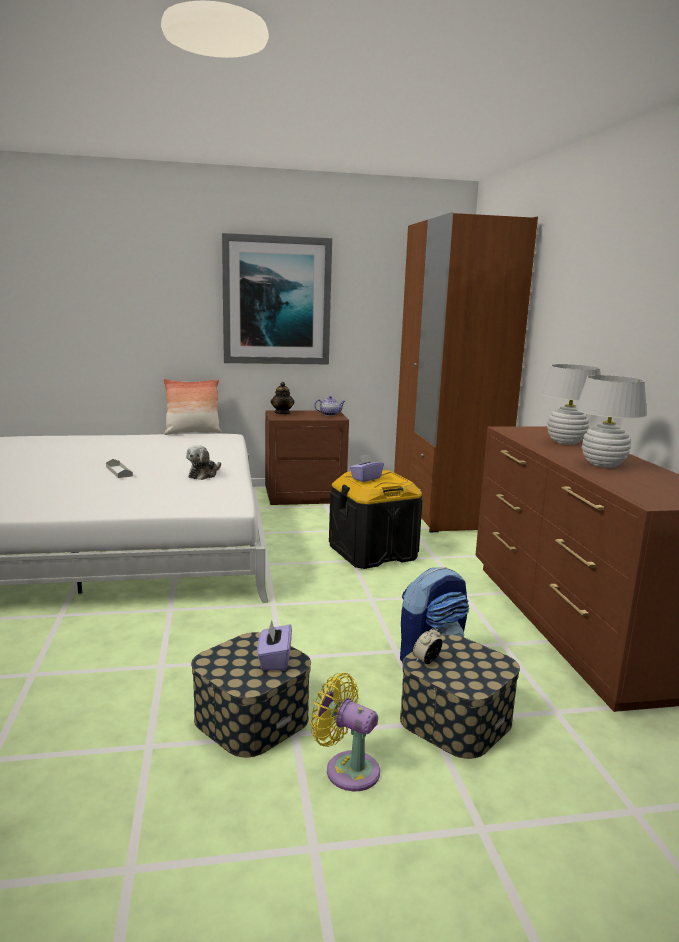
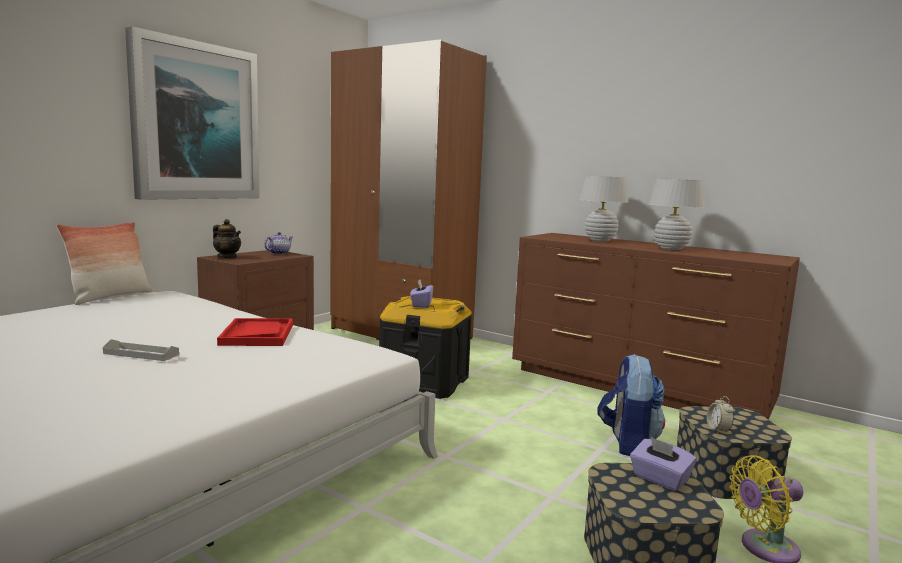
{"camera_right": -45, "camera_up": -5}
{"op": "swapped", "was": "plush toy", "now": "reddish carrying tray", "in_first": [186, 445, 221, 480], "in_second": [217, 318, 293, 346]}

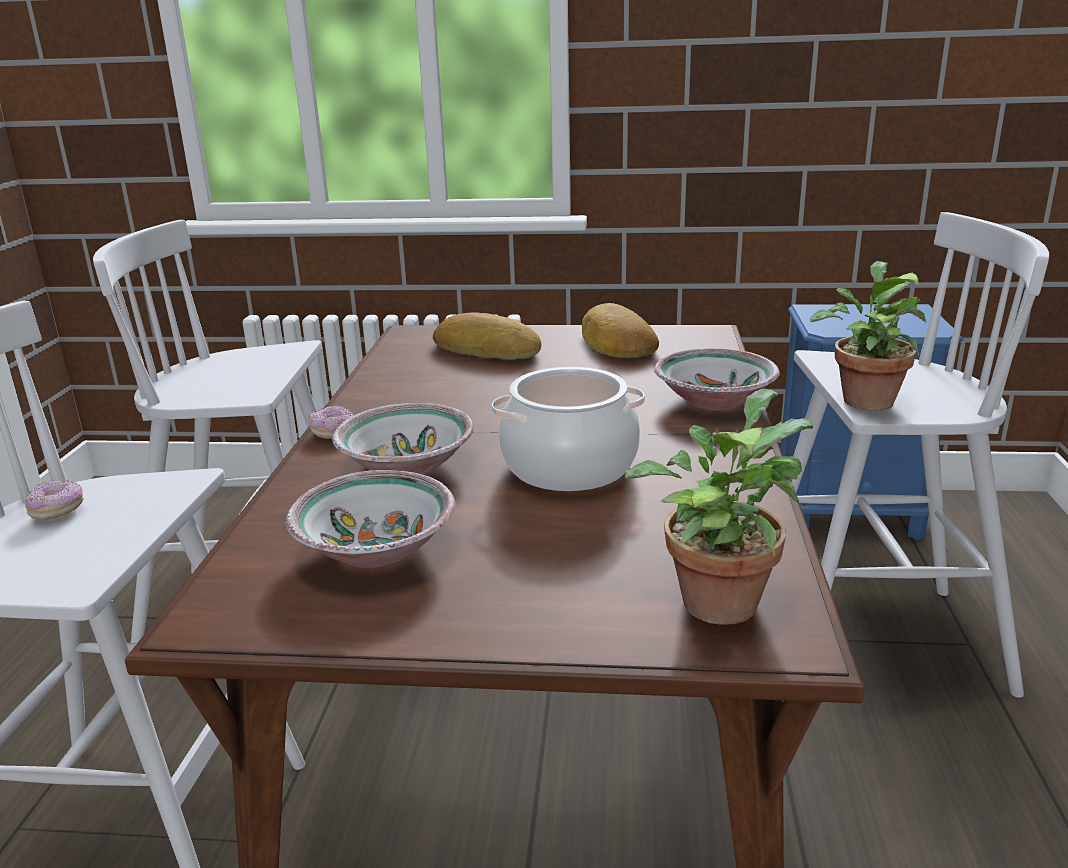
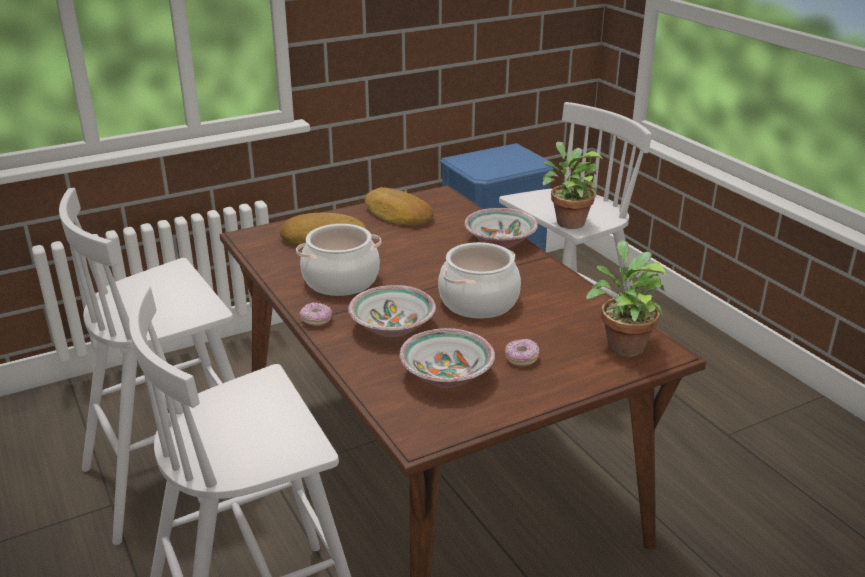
{"camera_right": -35, "camera_up": 5}
{"op": "new", "now": "stockpot", "in_second": [296, 224, 381, 296]}
{"op": "shifted", "was": "donut", "in_first": [25, 480, 84, 520], "in_second": [505, 339, 539, 366]}

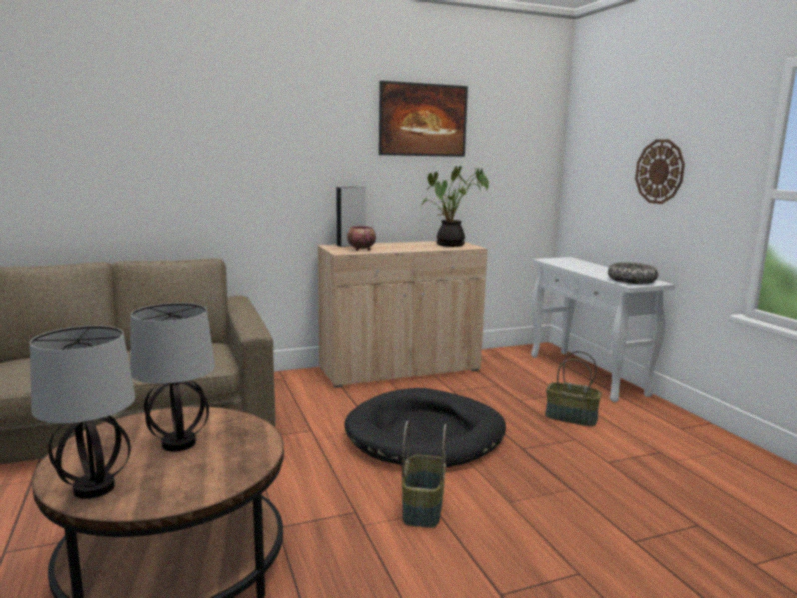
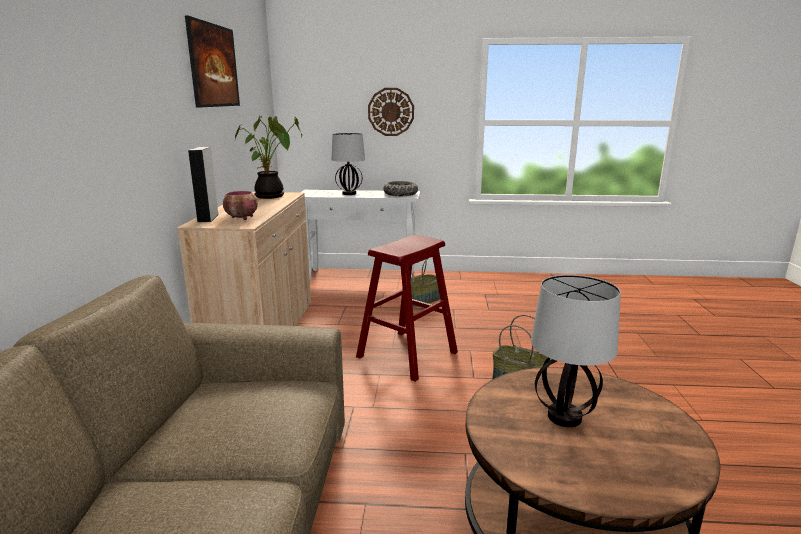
{"camera_right": -65, "camera_up": 5}
{"op": "shifted", "was": "tabletop lamp", "in_first": [30, 326, 135, 499], "in_second": [332, 133, 365, 195]}
{"op": "swapped", "was": "black-coloured pet bed", "now": "reddish stool", "in_first": [344, 388, 506, 467], "in_second": [356, 235, 458, 382]}

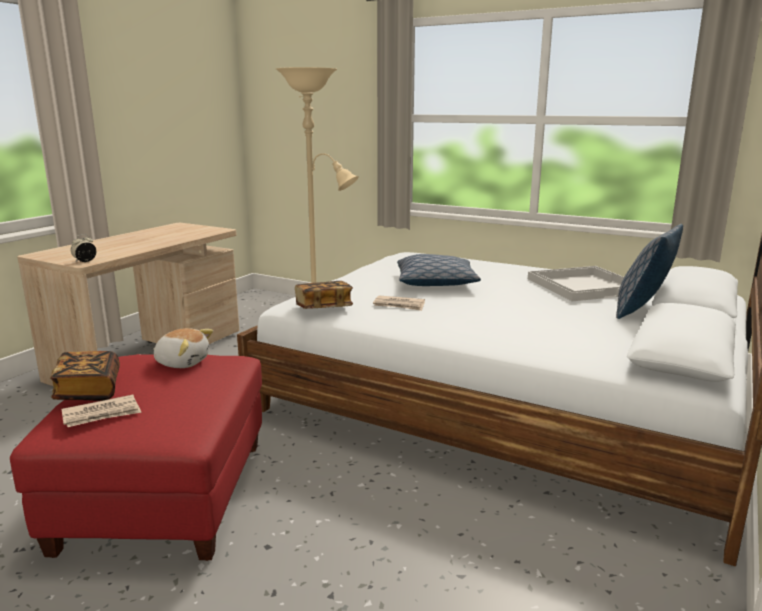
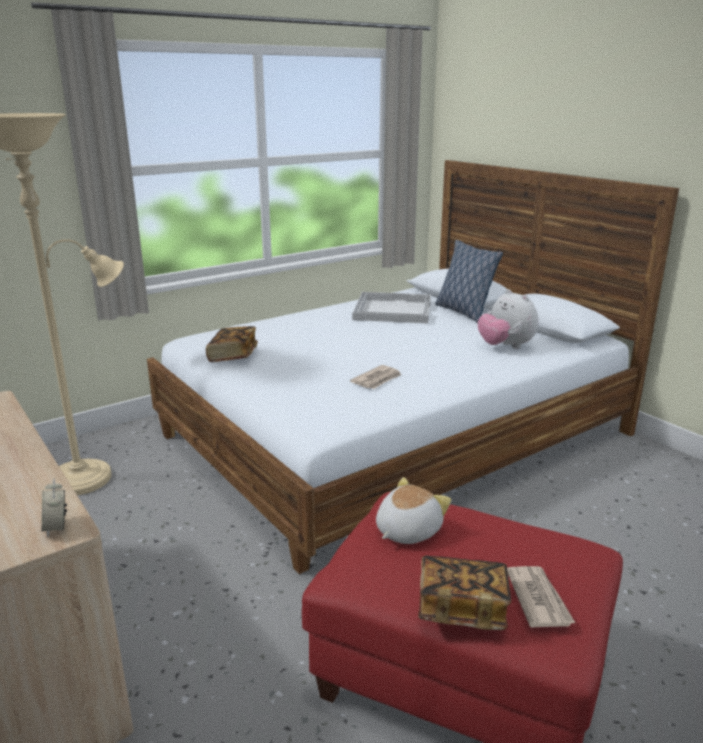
{"camera_right": -65, "camera_up": 5}
{"op": "gone", "was": "cushion", "in_first": [397, 254, 481, 286]}
{"op": "new", "now": "plush toy", "in_second": [478, 289, 538, 349]}
{"op": "shifted", "was": "book", "in_first": [295, 281, 353, 309], "in_second": [206, 326, 258, 362]}

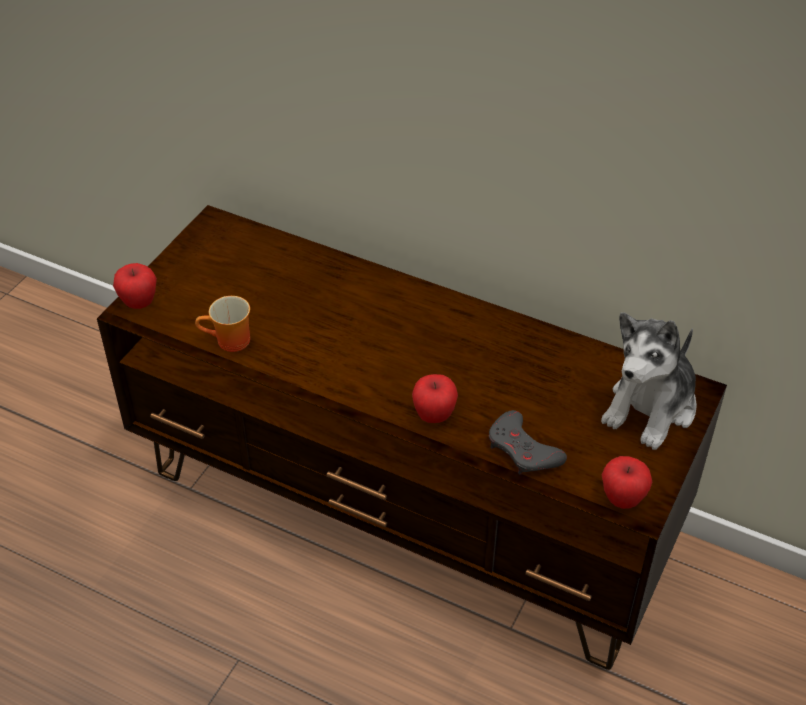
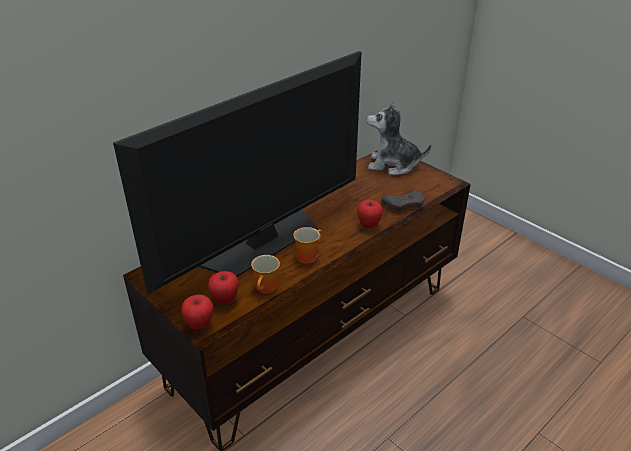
{"camera_right": -70, "camera_up": -10}
{"op": "new", "now": "television", "in_second": [113, 51, 361, 294]}
{"op": "new", "now": "tea mug", "in_second": [293, 227, 323, 263]}
{"op": "shifted", "was": "whole apple", "in_first": [602, 456, 652, 509], "in_second": [208, 271, 239, 304]}
{"op": "rotated", "was": "plush toy", "in_first": [601, 312, 697, 450], "in_second": [367, 102, 431, 175], "clockwise": 135}

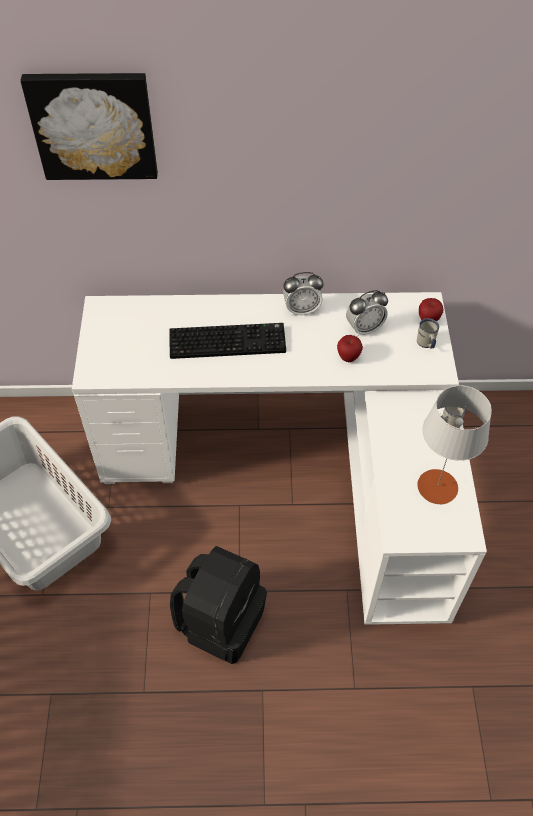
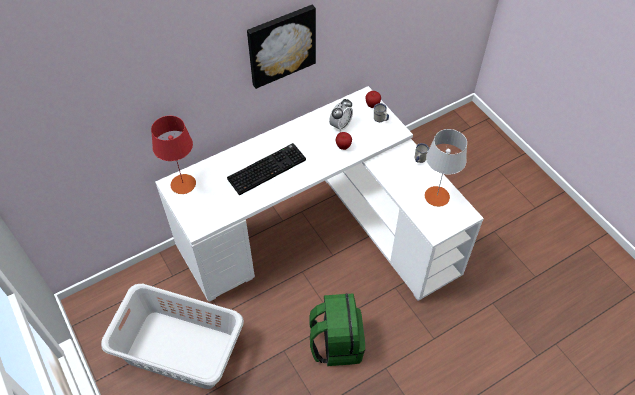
{"camera_right": -30, "camera_up": 0}
{"op": "gone", "was": "alarm clock", "in_first": [283, 272, 323, 316]}
{"op": "new", "now": "reddish tabletop lamp", "in_second": [151, 116, 196, 194]}
{"op": "shifted", "was": "picture", "in_first": [21, 73, 158, 180], "in_second": [247, 5, 316, 89]}
{"op": "repainted", "was": "black-coloured rucksack", "now": "green-coloured rucksack", "in_first": [170, 546, 267, 664], "in_second": [309, 293, 365, 366]}

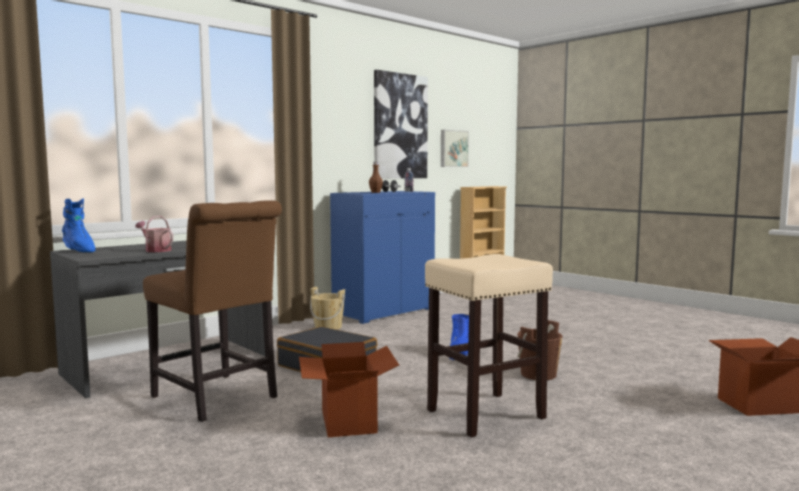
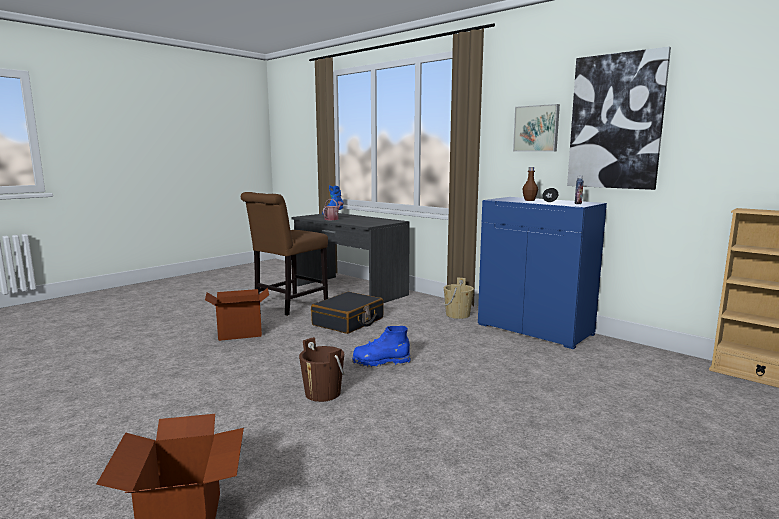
{"camera_right": 85, "camera_up": 5}
{"op": "gone", "was": "beige stool", "in_first": [425, 254, 553, 437]}
{"op": "shifted", "was": "picture", "in_first": [441, 130, 469, 167], "in_second": [513, 104, 560, 152]}

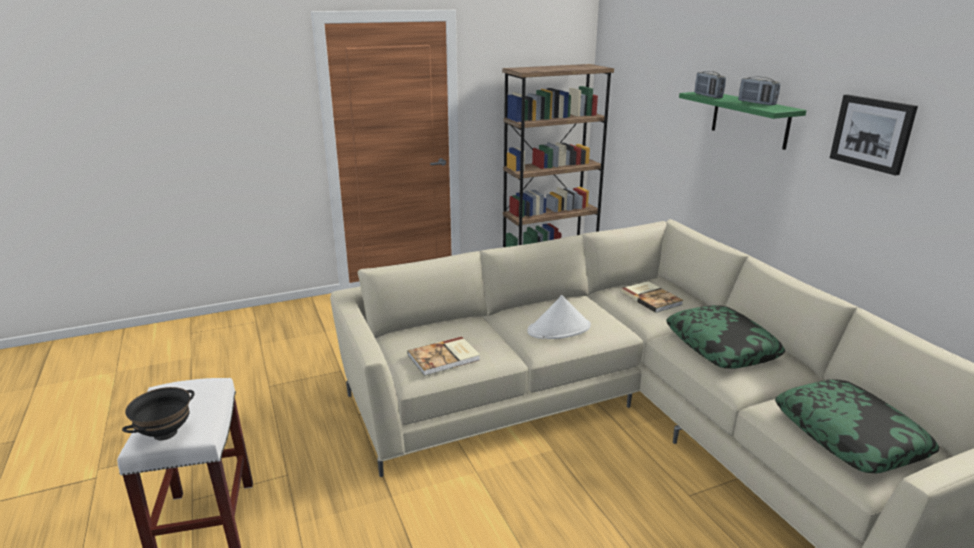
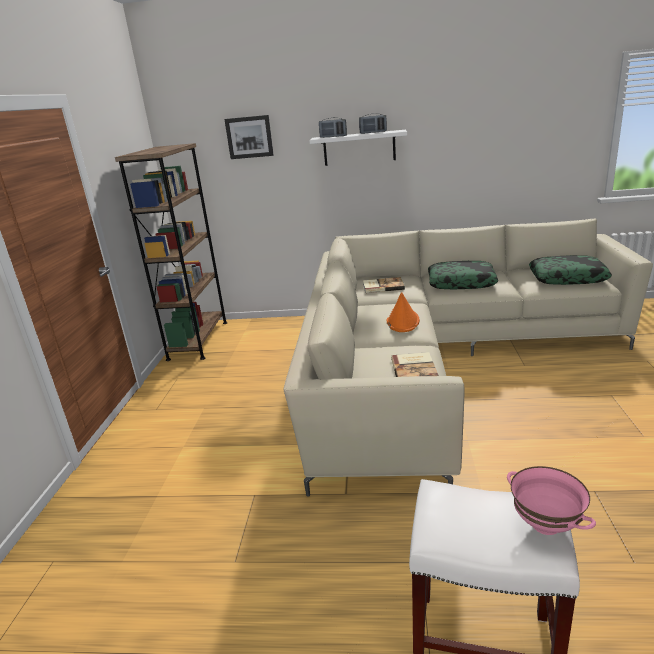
{"camera_right": -60, "camera_up": 0}
{"op": "shifted", "was": "picture", "in_first": [830, 94, 918, 176], "in_second": [224, 115, 274, 159]}
{"op": "repainted", "was": "black-coloured serving bowl", "now": "pink-coloured serving bowl", "in_first": [122, 387, 195, 440], "in_second": [507, 466, 596, 535]}
{"op": "repainted", "was": "white-coloured wearable hat", "now": "orange wearable hat", "in_first": [527, 295, 591, 339], "in_second": [387, 292, 420, 332]}
{"op": "repainted", "was": "green-coloured wall shelf", "now": "white-coloured wall shelf", "in_first": [679, 92, 807, 150], "in_second": [309, 130, 407, 166]}

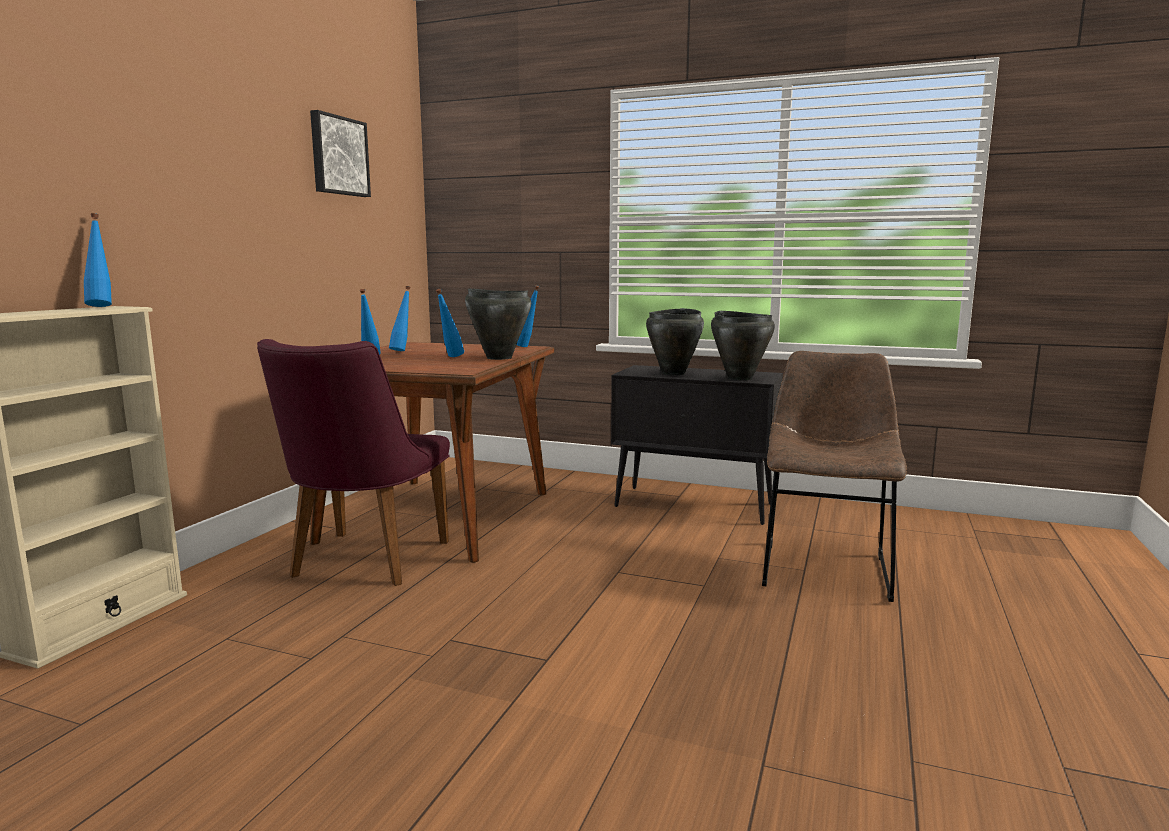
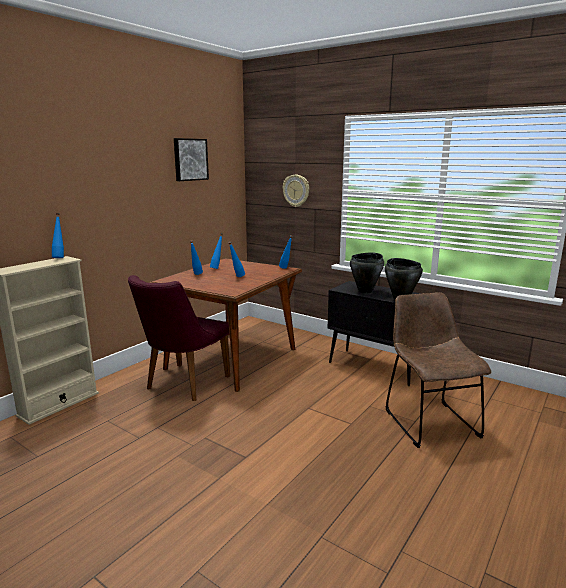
{"camera_right": 15, "camera_up": 5}
{"op": "gone", "was": "black-coloured stockpot", "in_first": [465, 288, 531, 360]}
{"op": "new", "now": "clock on the wall", "in_second": [283, 175, 309, 207]}
{"op": "rotated", "was": "brownish chair", "in_first": [762, 351, 907, 602], "in_second": [386, 292, 491, 448], "clockwise": -45}

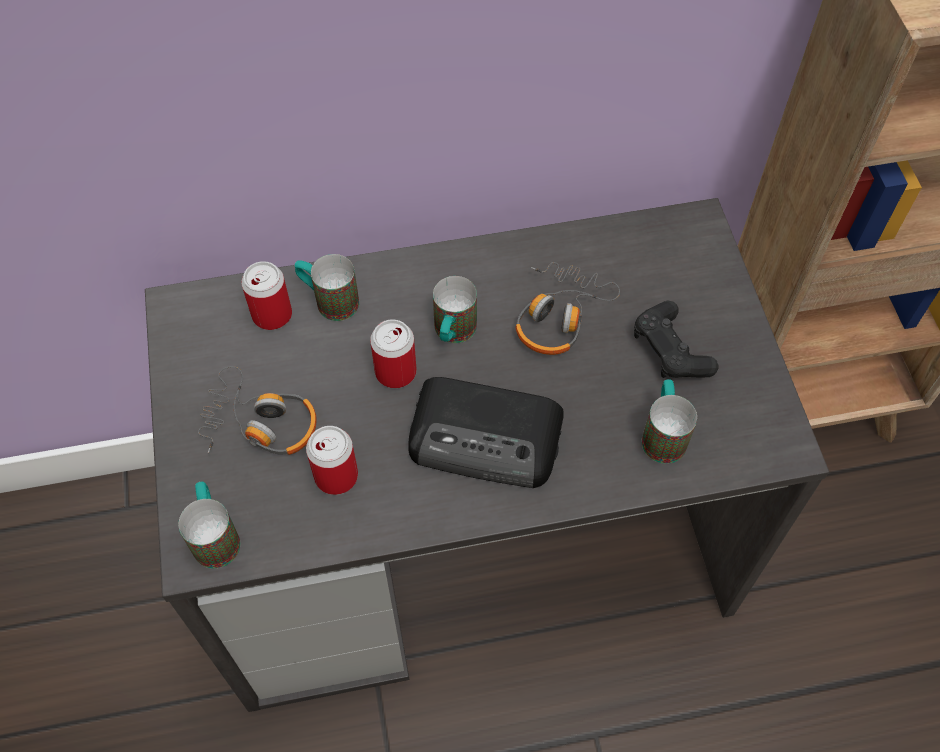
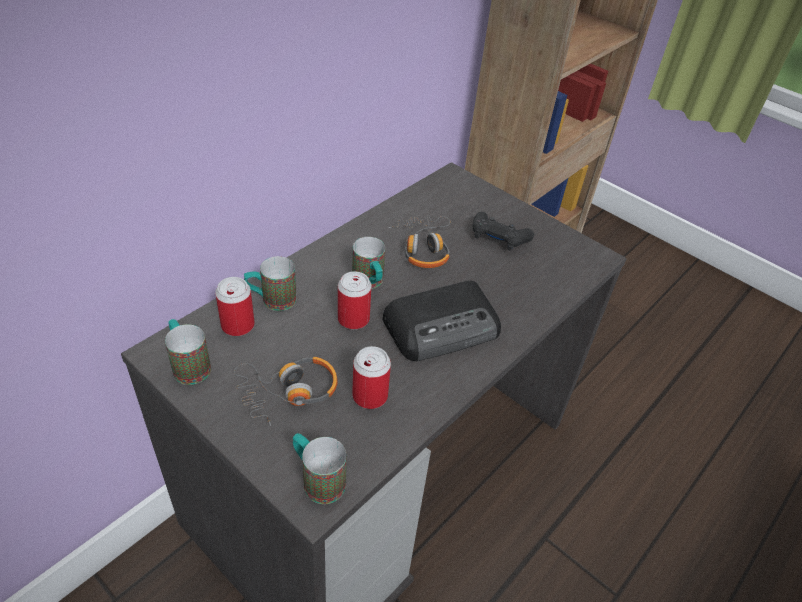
{"camera_right": -40, "camera_up": -15}
{"op": "shifted", "was": "tea mug", "in_first": [642, 379, 697, 464], "in_second": [165, 319, 211, 385]}

